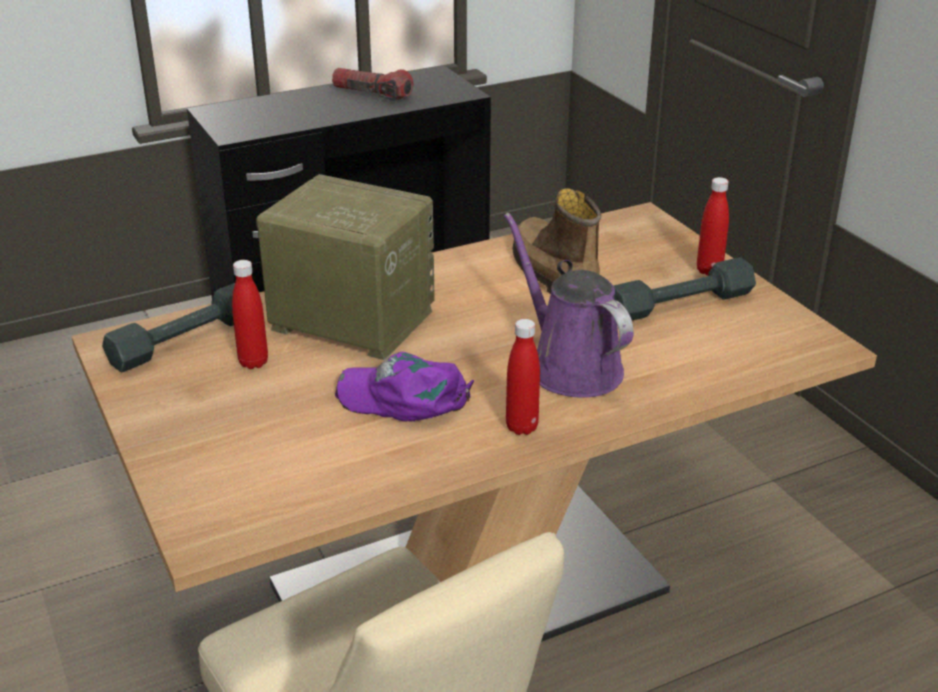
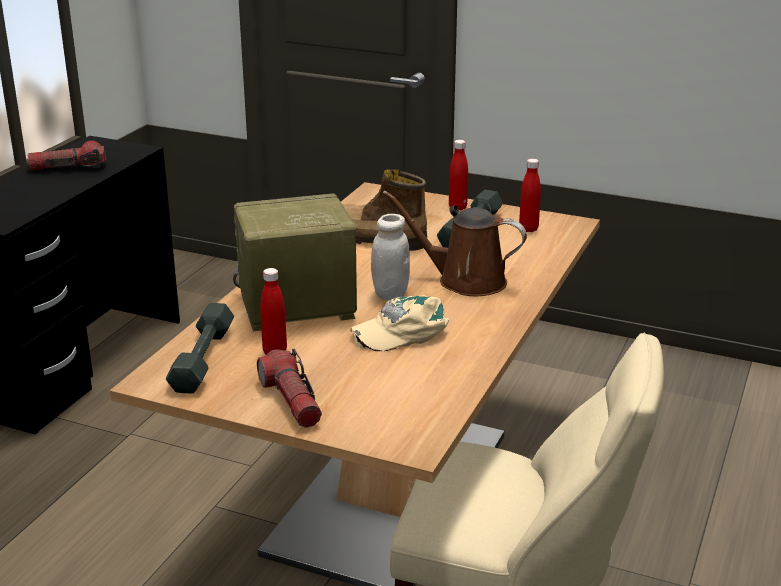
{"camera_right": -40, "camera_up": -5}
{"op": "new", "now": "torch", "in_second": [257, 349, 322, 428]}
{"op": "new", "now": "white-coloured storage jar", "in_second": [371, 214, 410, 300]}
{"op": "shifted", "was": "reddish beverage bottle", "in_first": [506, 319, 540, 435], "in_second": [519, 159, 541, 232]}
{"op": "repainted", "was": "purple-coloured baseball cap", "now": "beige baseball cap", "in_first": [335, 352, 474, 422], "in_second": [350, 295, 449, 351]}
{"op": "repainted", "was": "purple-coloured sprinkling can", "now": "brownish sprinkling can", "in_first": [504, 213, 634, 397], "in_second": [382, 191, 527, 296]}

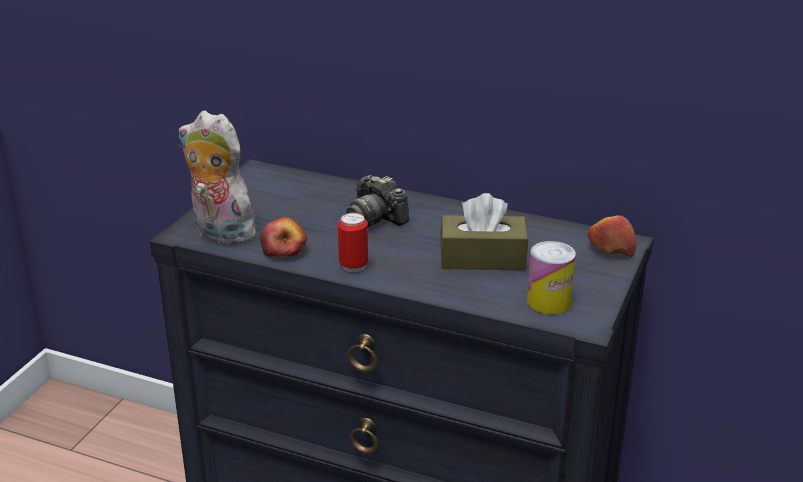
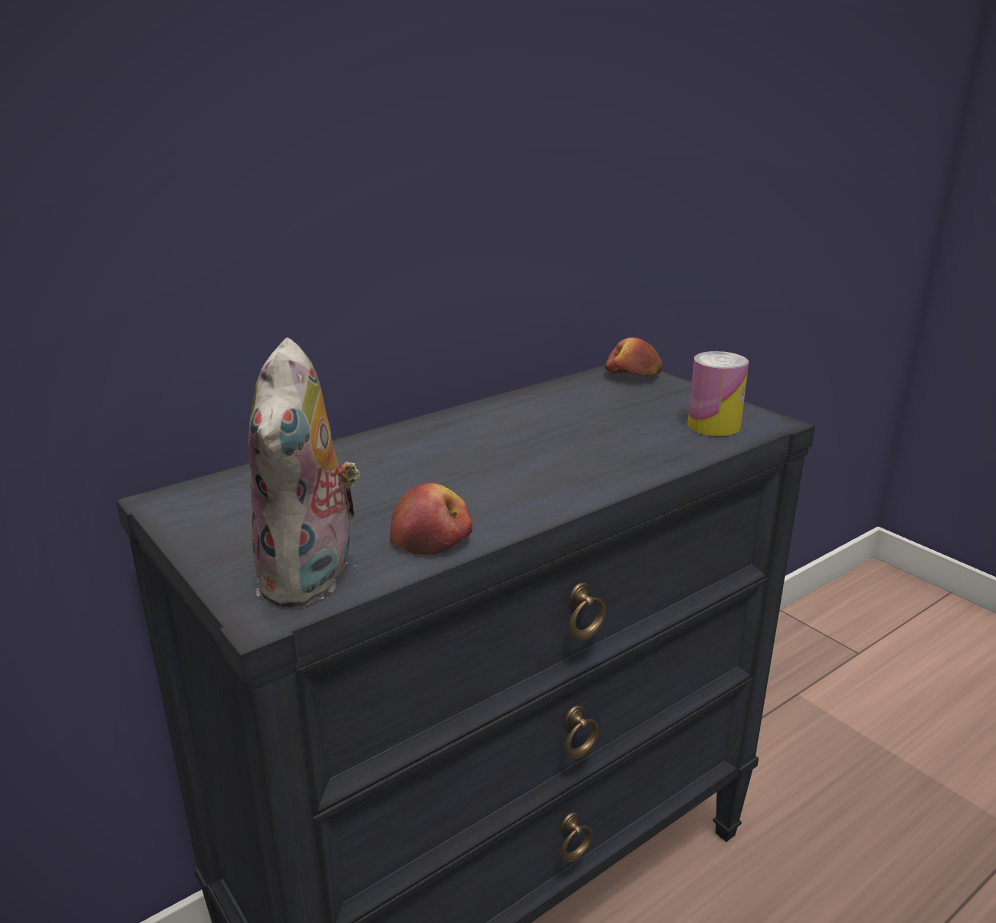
{"camera_right": -60, "camera_up": -5}
{"op": "gone", "was": "metal can", "in_first": [338, 212, 368, 272]}
{"op": "gone", "was": "still camera", "in_first": [346, 175, 409, 227]}
{"op": "gone", "was": "brownish tissue box", "in_first": [440, 193, 528, 270]}
{"op": "rotated", "was": "plush toy", "in_first": [179, 111, 258, 245], "in_second": [248, 338, 360, 607], "clockwise": -60}

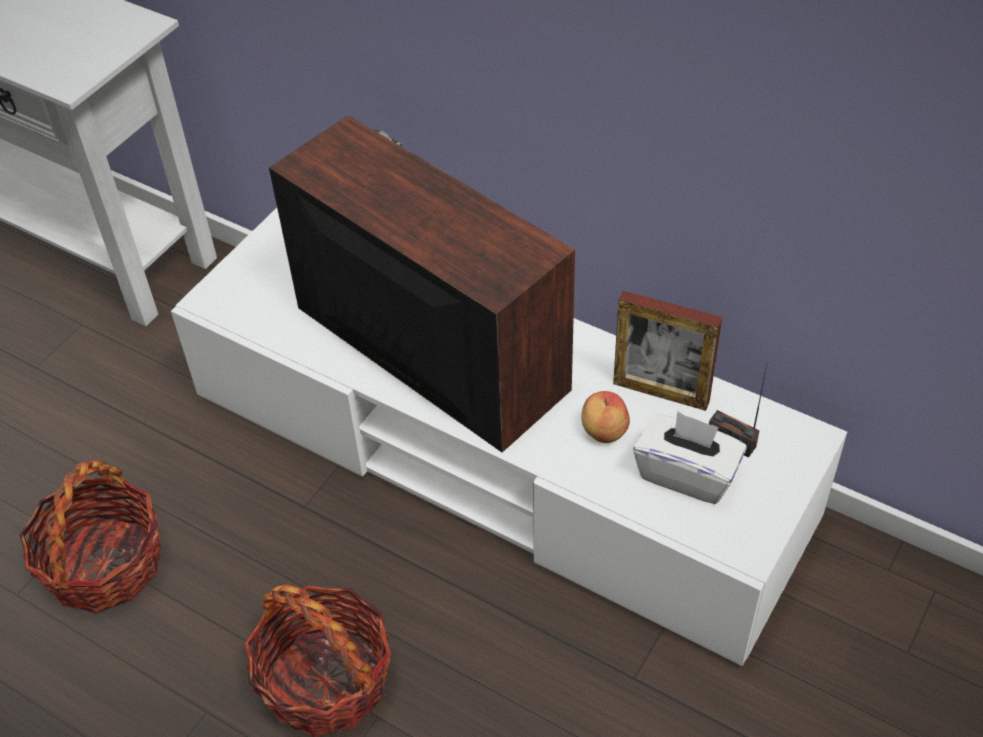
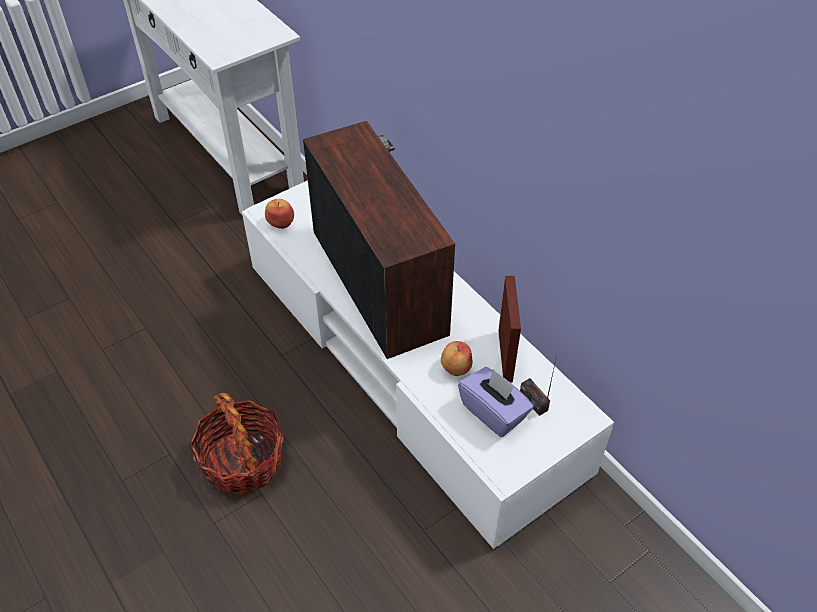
{"camera_right": 20, "camera_up": 0}
{"op": "gone", "was": "storage basket", "in_first": [19, 459, 161, 613]}
{"op": "new", "now": "whole apple", "in_second": [265, 199, 294, 229]}
{"op": "repainted", "was": "white-coloured tissue box", "now": "purple-coloured tissue box", "in_first": [633, 411, 747, 504], "in_second": [458, 367, 534, 437]}
{"op": "rotated", "was": "photo frame", "in_first": [613, 291, 723, 411], "in_second": [498, 276, 521, 383], "clockwise": -135}

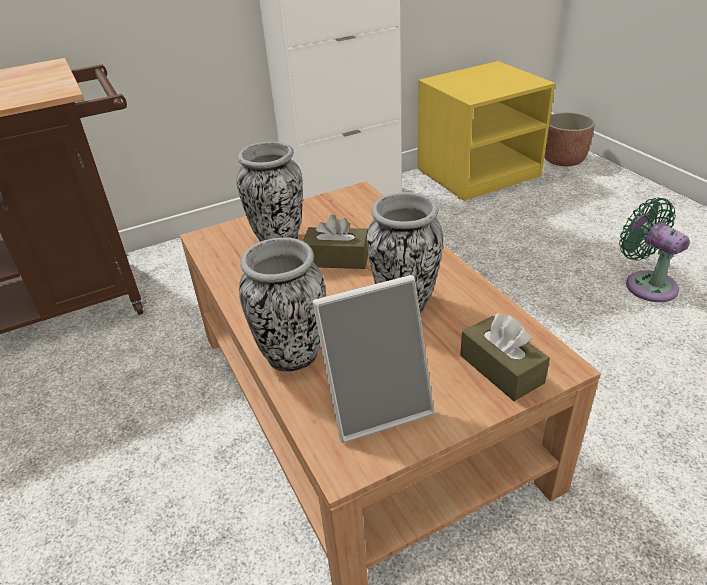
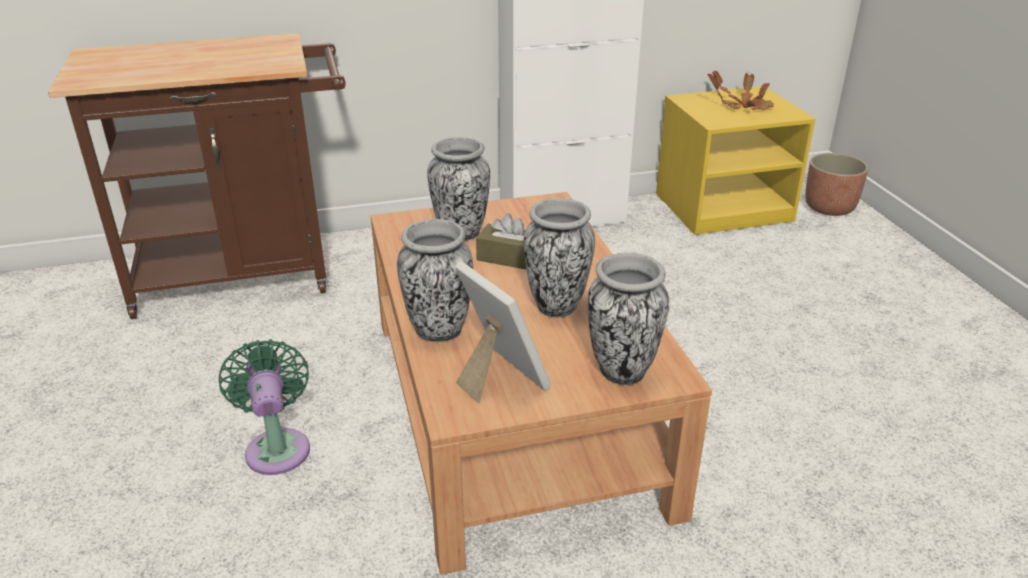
{"camera_right": 10, "camera_up": -5}
{"op": "new", "now": "potted plant", "in_second": [708, 71, 774, 110]}
{"op": "shifted", "was": "green-coloured cooling fan", "in_first": [619, 197, 690, 302], "in_second": [219, 339, 310, 475]}
{"op": "swapped", "was": "brownish tissue box", "now": "flower vase", "in_first": [460, 313, 550, 401], "in_second": [587, 253, 669, 385]}
{"op": "rotated", "was": "photo frame", "in_first": [312, 275, 434, 443], "in_second": [455, 261, 551, 403], "clockwise": -120}

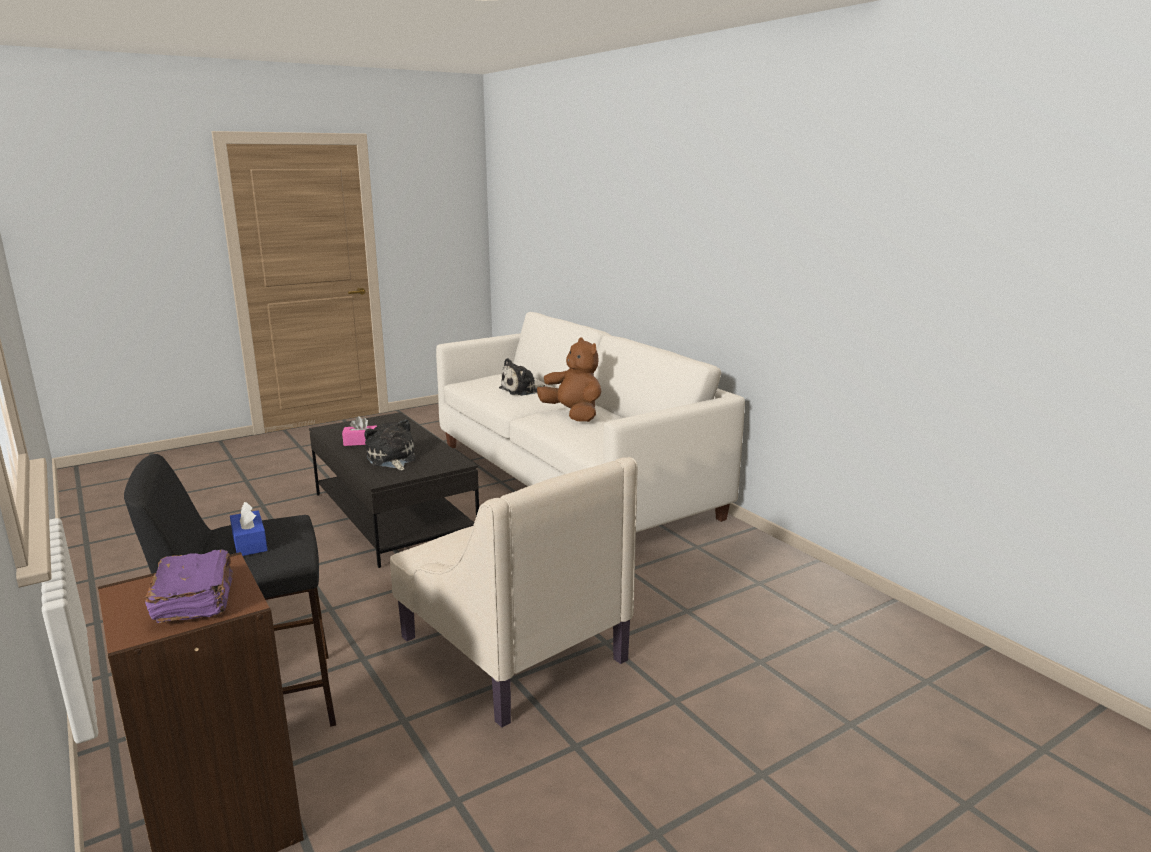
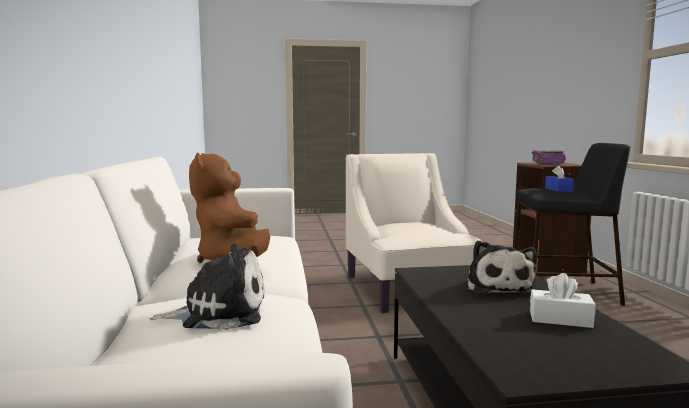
{"camera_right": -155, "camera_up": -10}
{"op": "repainted", "was": "pink-coloured tissue box", "now": "white-coloured tissue box", "in_first": [342, 416, 377, 446], "in_second": [530, 273, 596, 328]}

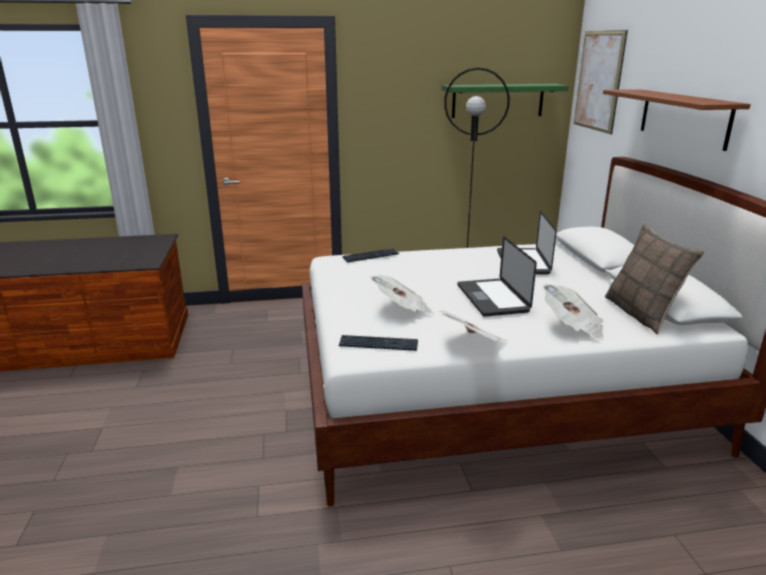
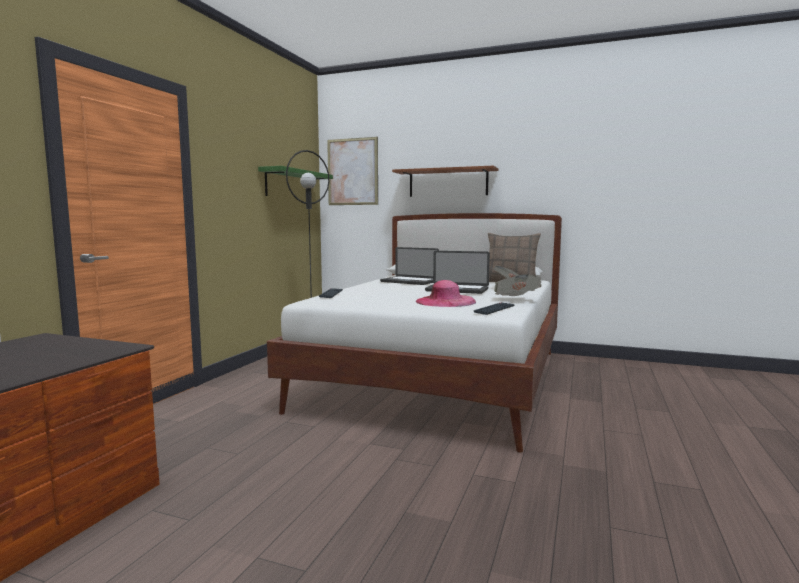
{"camera_right": -60, "camera_up": -15}
{"op": "swapped", "was": "daily paper", "now": "pink-coloured wearable hat", "in_first": [370, 275, 435, 314], "in_second": [416, 280, 476, 307]}

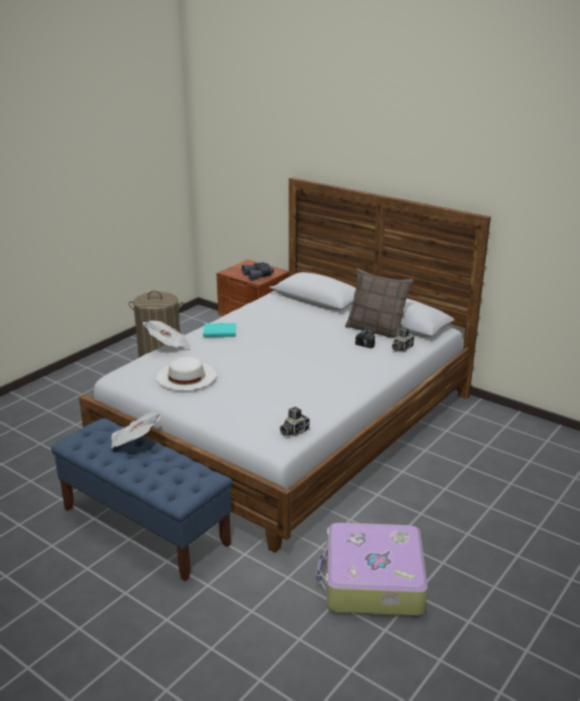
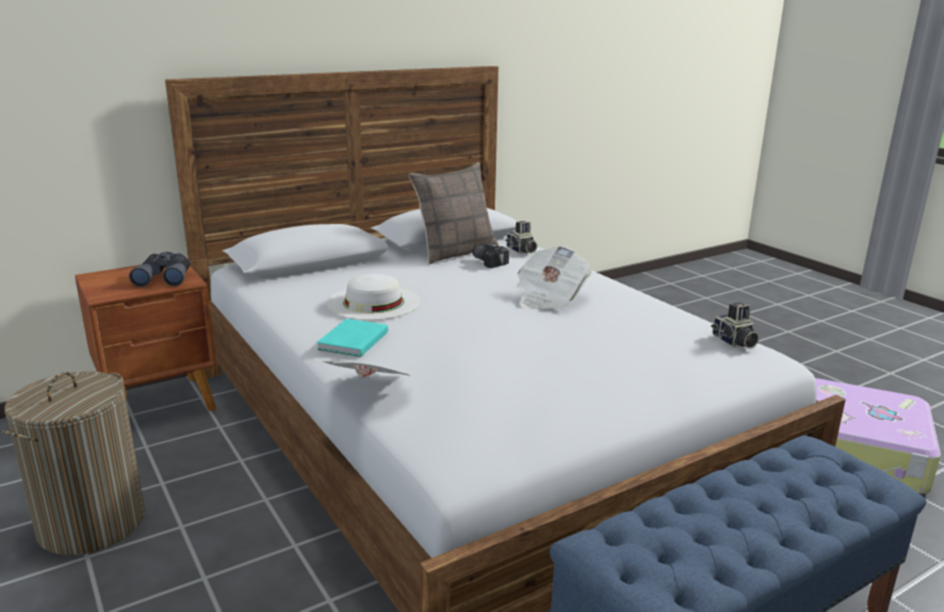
{"camera_right": -70, "camera_up": -5}
{"op": "shifted", "was": "daily paper", "in_first": [111, 410, 161, 449], "in_second": [517, 246, 591, 309]}
{"op": "shifted", "was": "white-coloured wearable hat", "in_first": [156, 357, 217, 391], "in_second": [326, 274, 421, 320]}

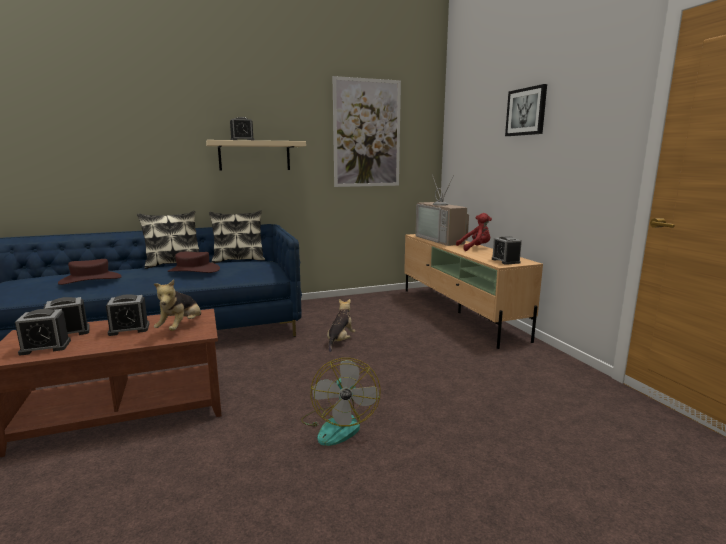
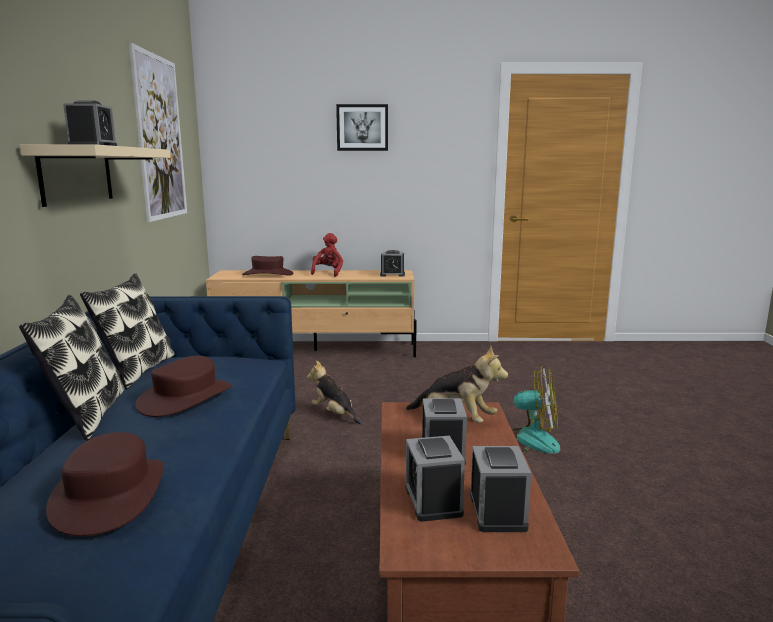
{"camera_right": -70, "camera_up": 0}
{"op": "swapped", "was": "television", "now": "brownish wearable hat", "in_first": [415, 175, 469, 246], "in_second": [242, 256, 293, 276]}

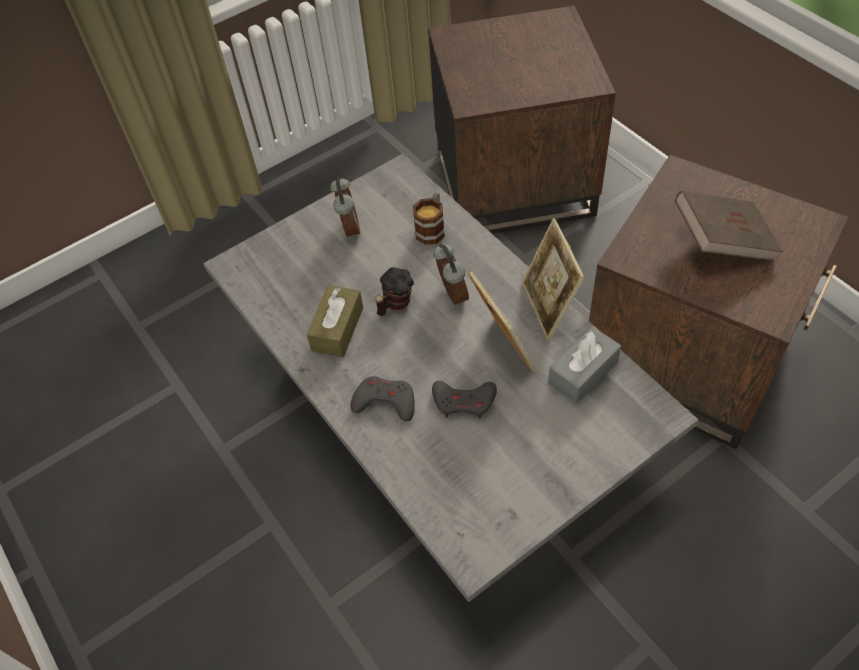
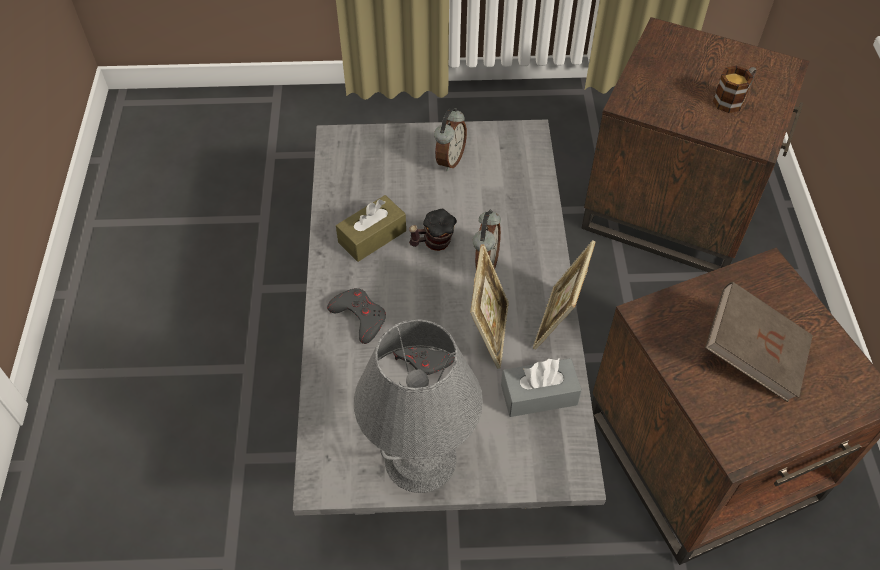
{"camera_right": 30, "camera_up": 0}
{"op": "new", "now": "gray tabletop lamp", "in_second": [354, 319, 483, 493]}
{"op": "shifted", "was": "tea mug", "in_first": [413, 192, 445, 245], "in_second": [713, 66, 756, 113]}

